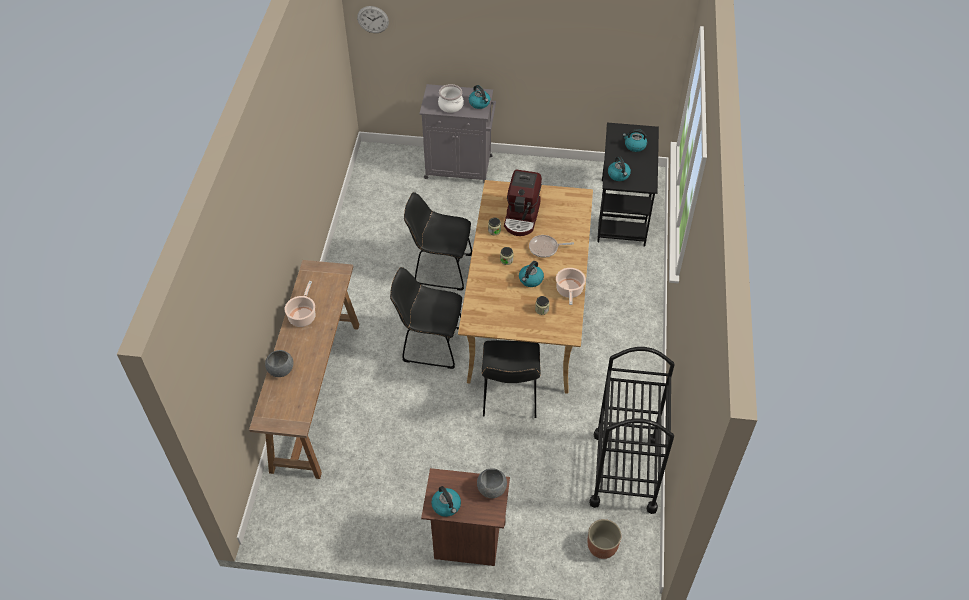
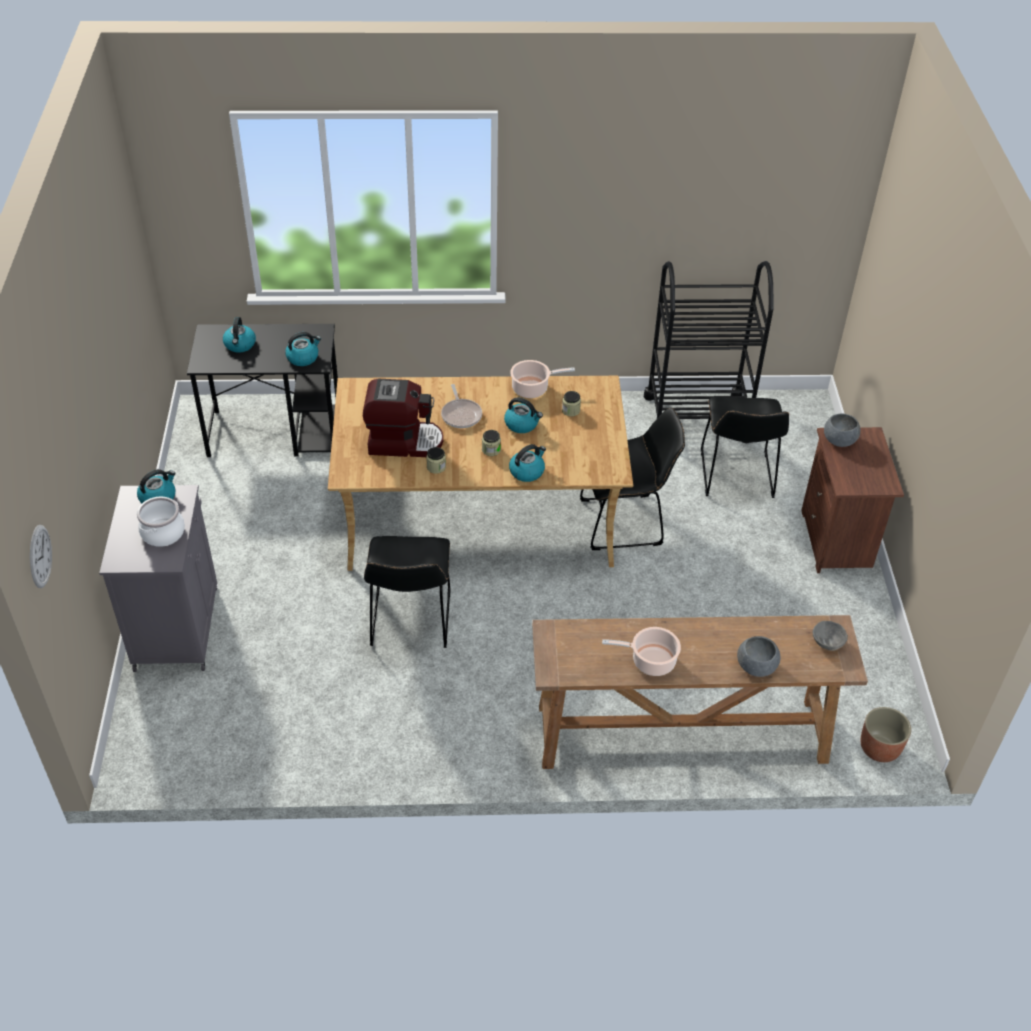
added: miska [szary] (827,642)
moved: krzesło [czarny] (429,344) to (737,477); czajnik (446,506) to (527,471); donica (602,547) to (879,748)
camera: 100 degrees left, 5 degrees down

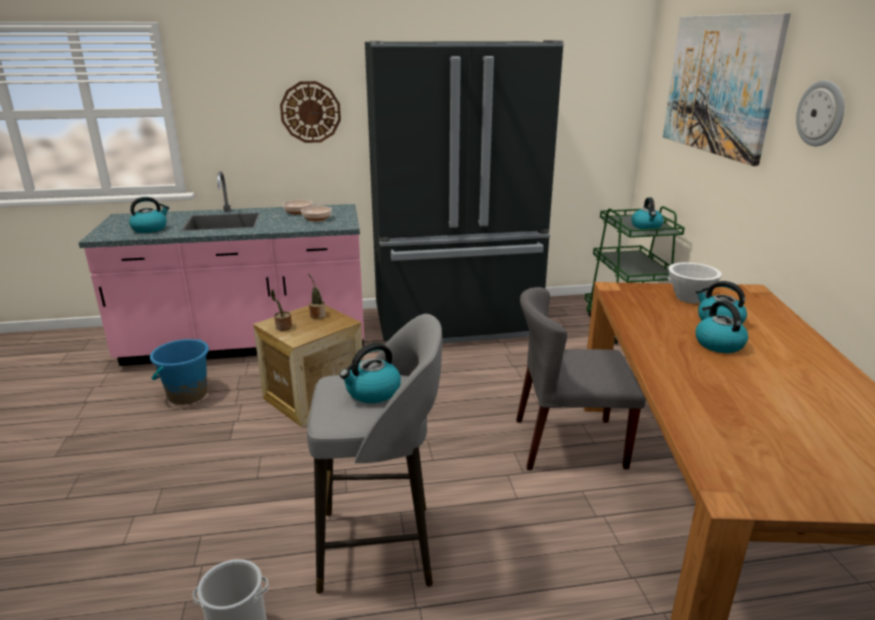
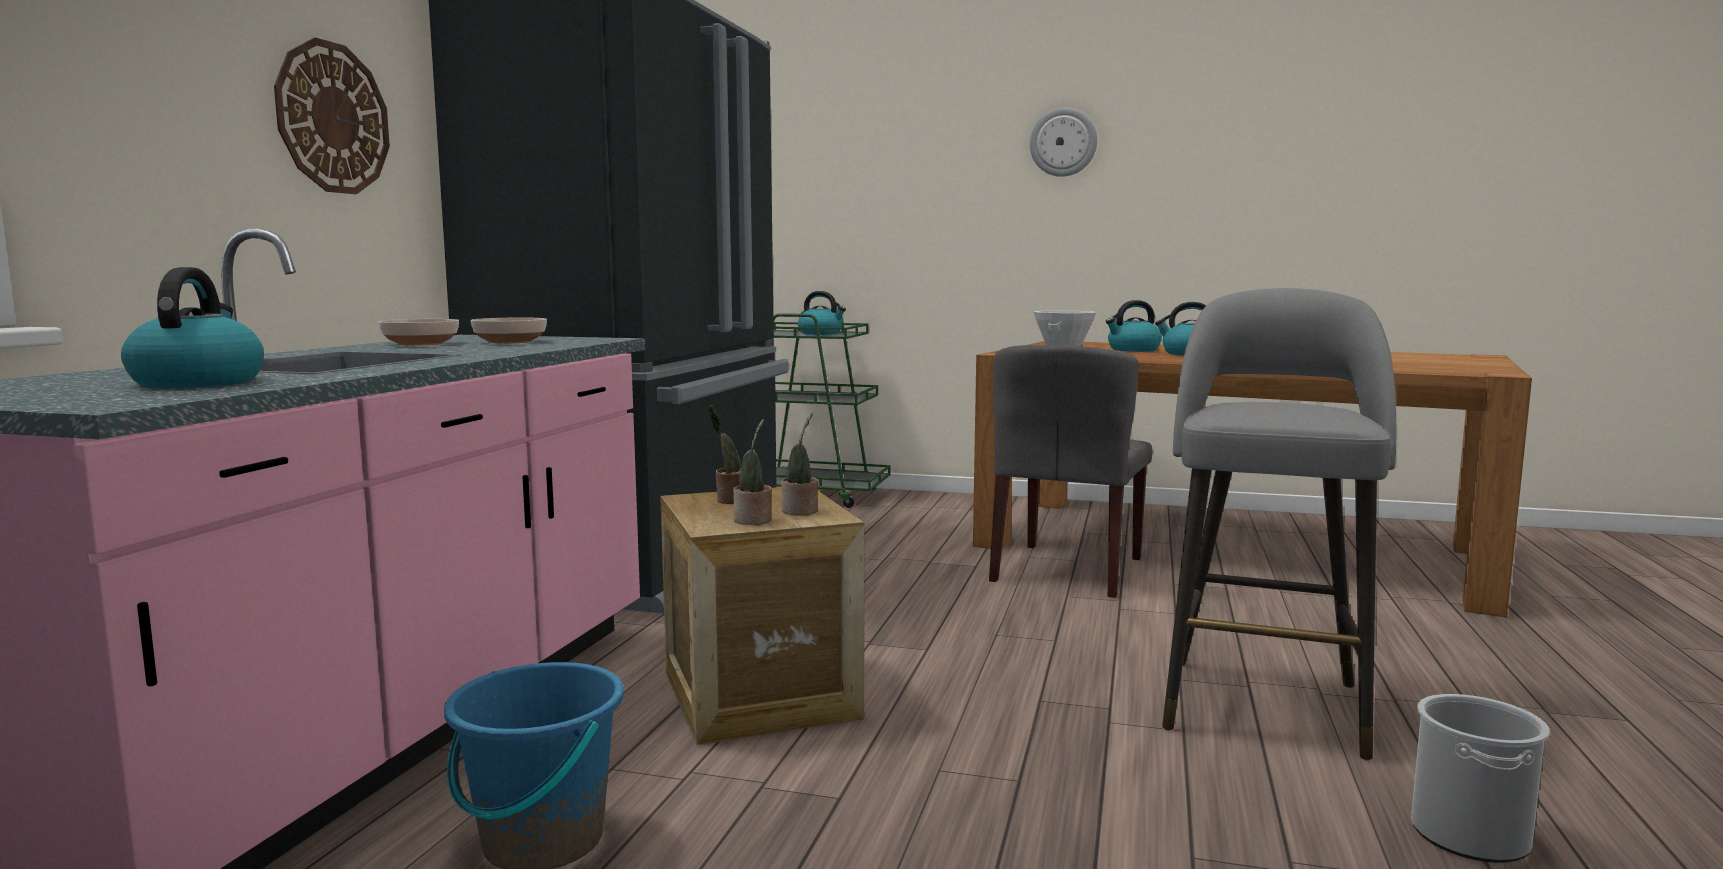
removed: czajnik (372,392); obraz (719,85)
added: roślina doniczkowa (801,511)
camera: 65 degrees left, 15 degrees down

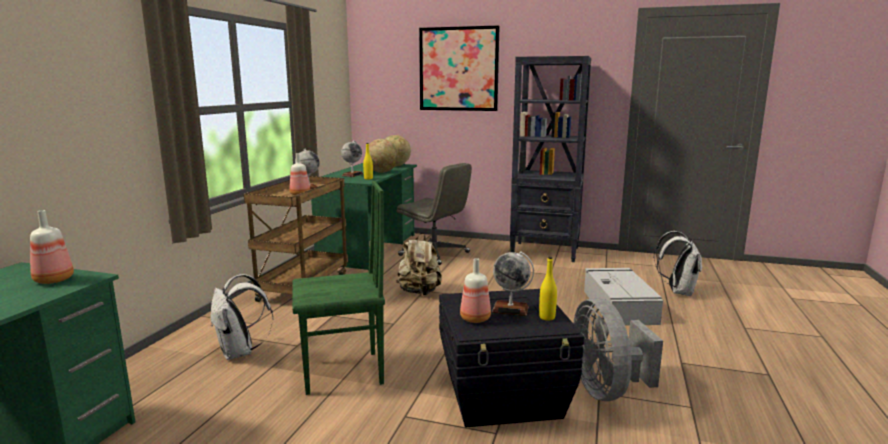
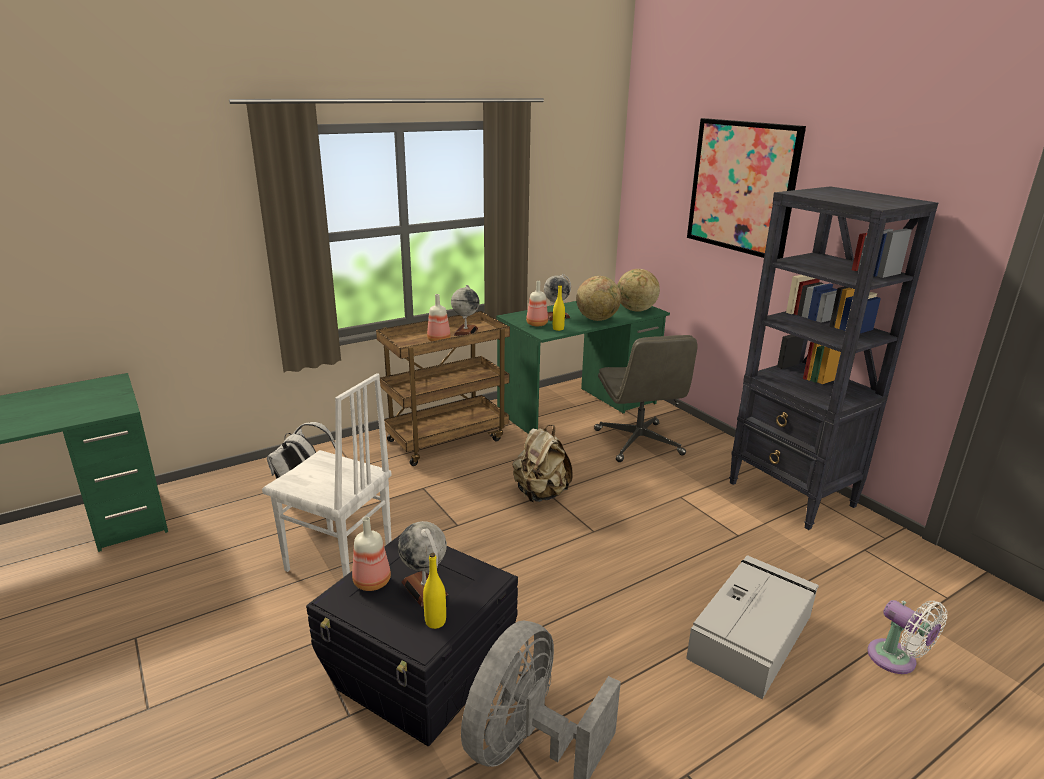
moved: butelka (54,280) to (537,324)
replaced: plecak [biały] (678,291) to wentylator [biały] (896,660)
recoloured: krzesło [zielony] (343,373) to krzesło [biały] (339,563)
camera: 40 degrees right, 10 degrees up

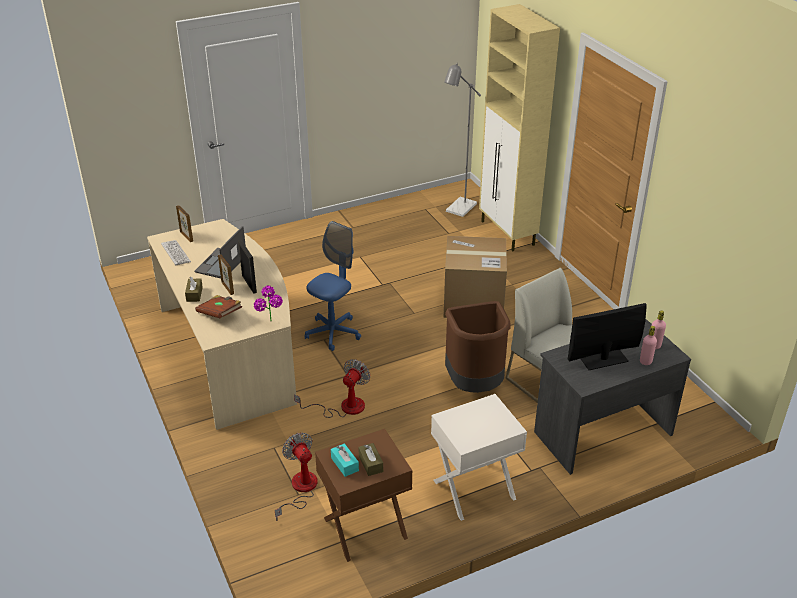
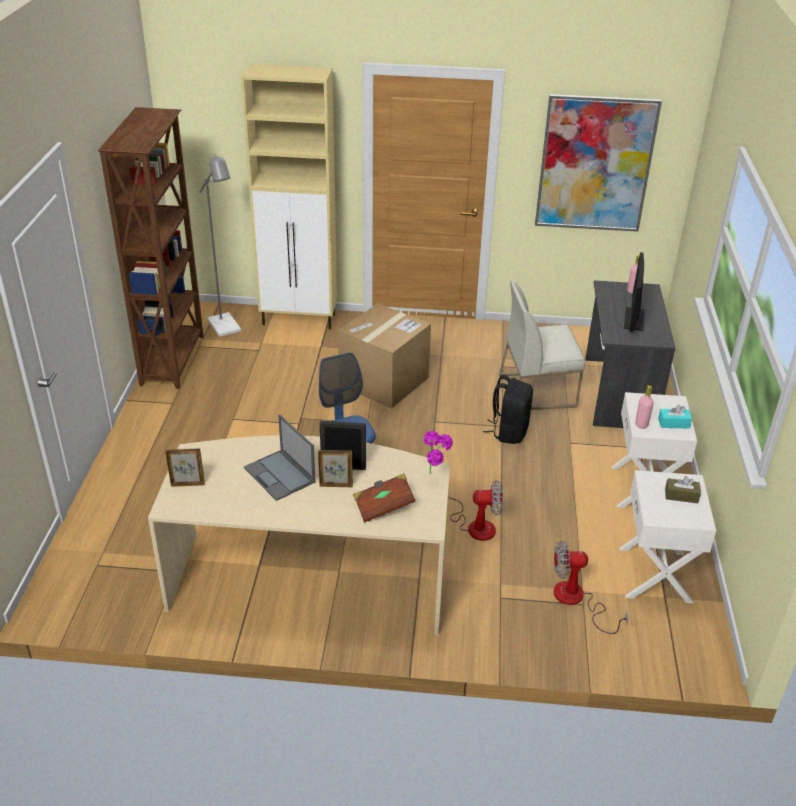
removed: klawiatura (176,253); pudełko chusteczek [brązowy] (194,294)
added: regał [brązowy] (174,360); obraz (595,164)
moved: pudełko chusteczek [turkusowy] (344,464) to (673,423); butelka [różowy] (645,361) to (641,425)
replaced: kosz na śmieci [brązowy] (475,386) to plecak [czarny] (508,432)
recoloured: szafka nocna [brązowy] (365,528) to szafka nocna [biały] (656,575)
turned: wentylator (343,407) = (474,524) 120 degrees clockwise
camera: 60 degrees left, 0 degrees up

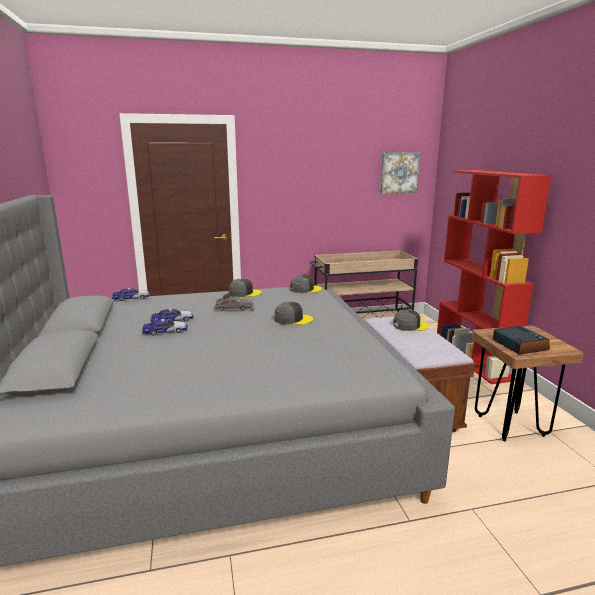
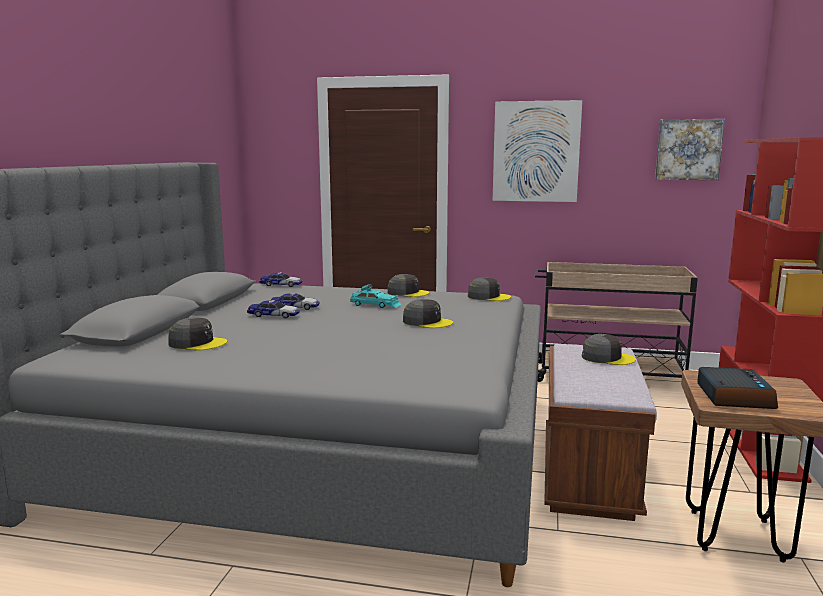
added: czapka z daszkiem [szary] (197,343); obraz (536,151)
recoloured: samochodzik [szary] (235,308) to samochodzik [turkusowy] (375,305)
camera: 25 degrees right, 5 degrees down

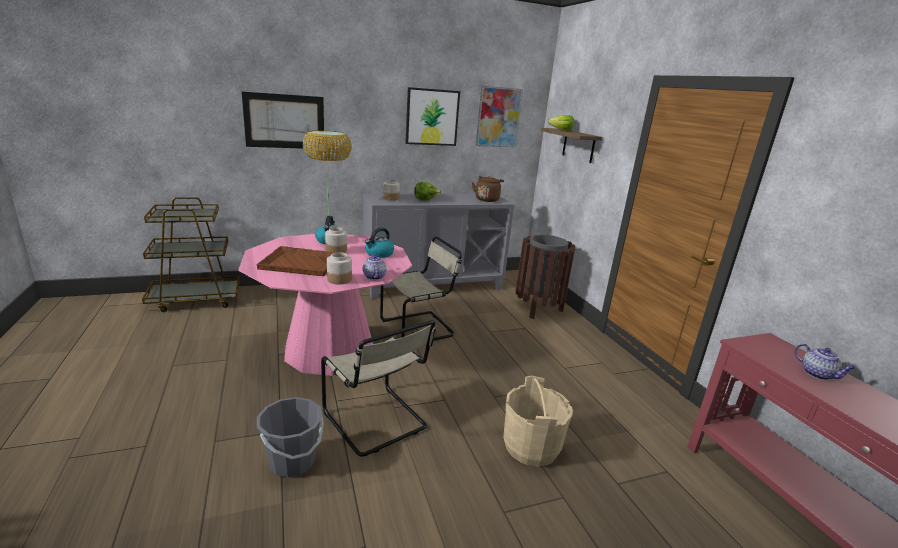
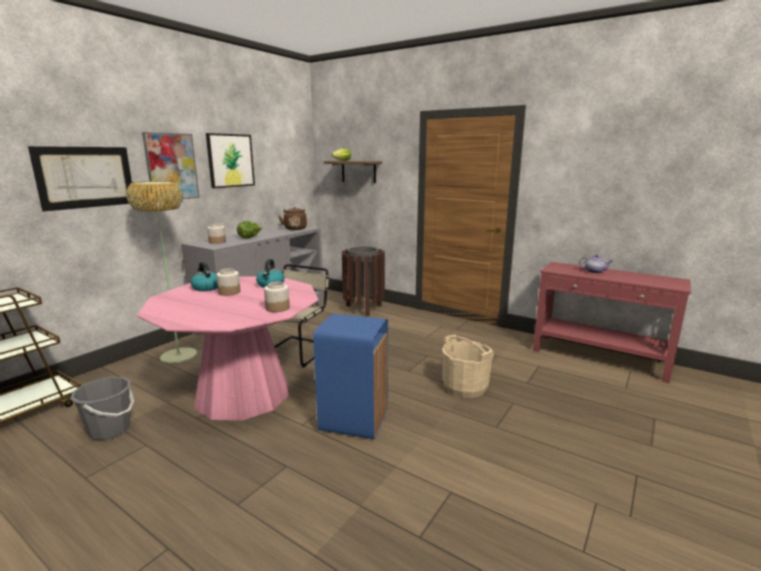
removed: taca [brązowy] (300,263); imbryk (374,276)
moved: wiadro [szary] (292,461) to (110,430); obraz (498,117) to (171,167)
replaced: krzesło [beżowy] (377,422) to kosz na śmieci [niebieski] (354,422)
camera: 35 degrees left, 5 degrees down

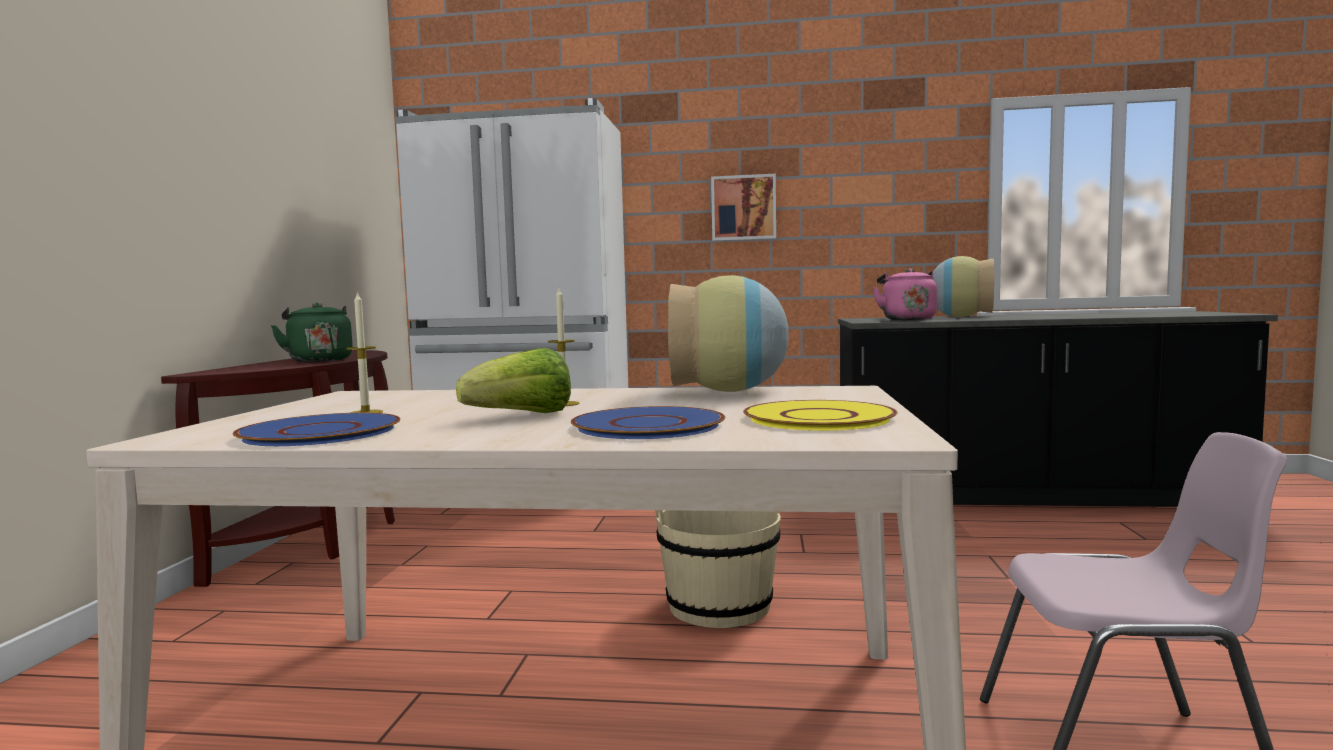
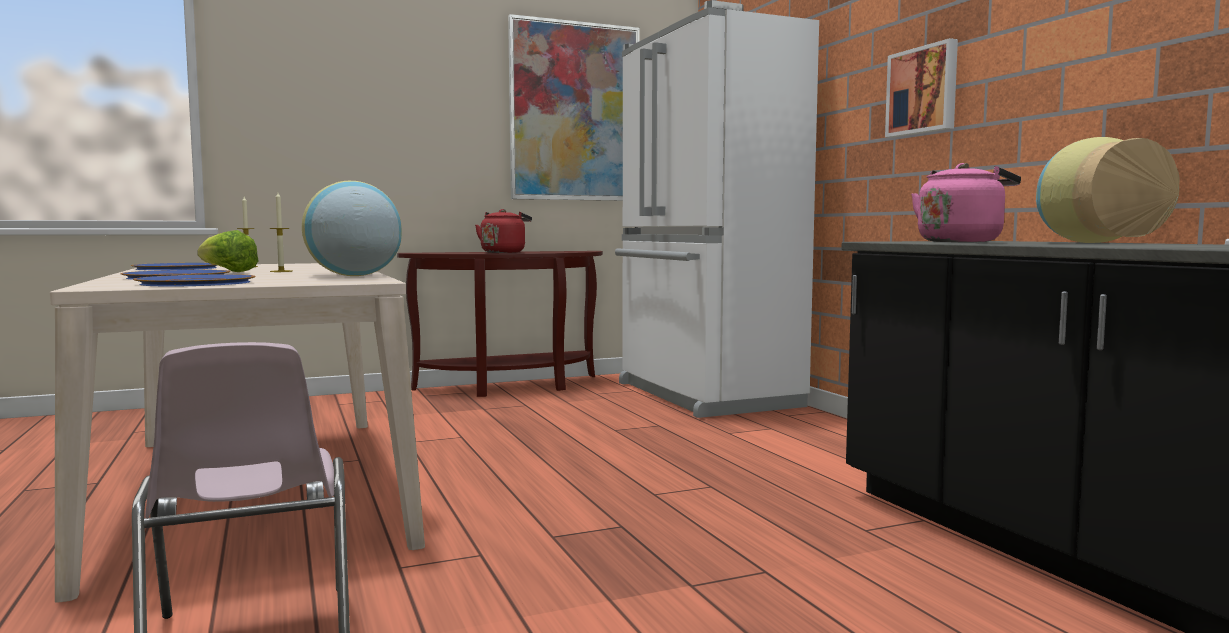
removed: wiadro [beżowy] (719,606)
added: obraz (575,112)
recoloured: czajnik [zielony] (319,360) to czajnik [czerwony] (504,252); talerz [żółty] (818,418) to talerz [niebieski] (195,283)
camera: 60 degrees right, 0 degrees up

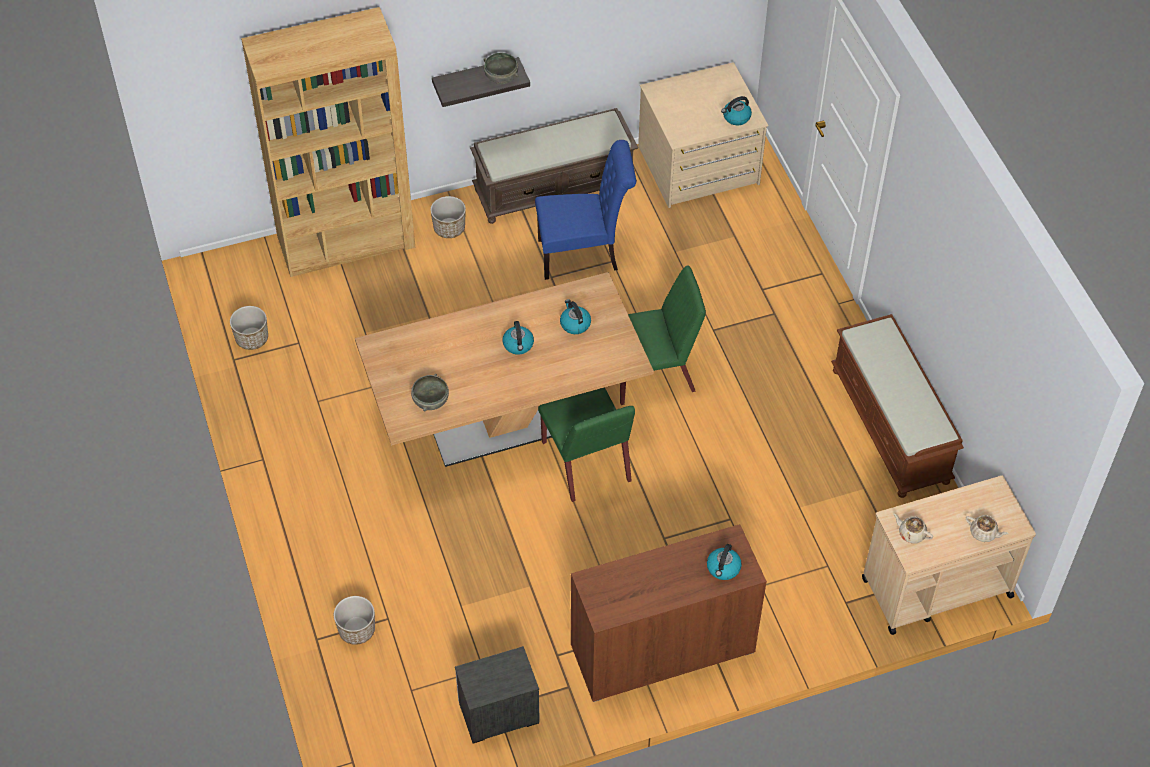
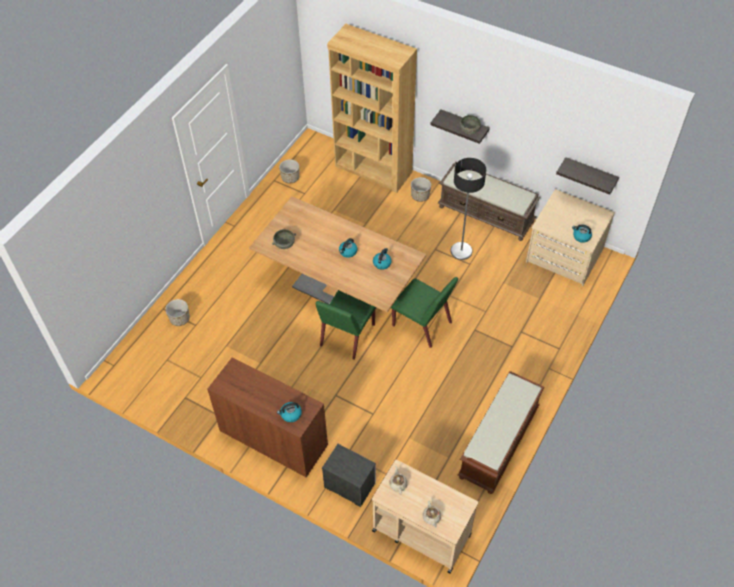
added: półka (590,174)
moved: szafka nocna (497,712) to (349,484)
replaced: krzesło [niebieski] (583,254) to lampa stojąca (461,251)
camera: 50 degrees right, 0 degrees up

